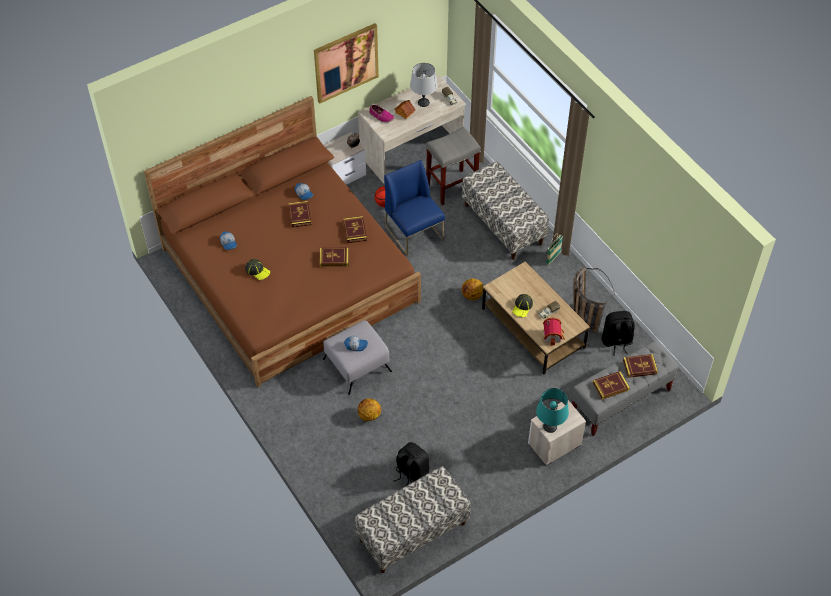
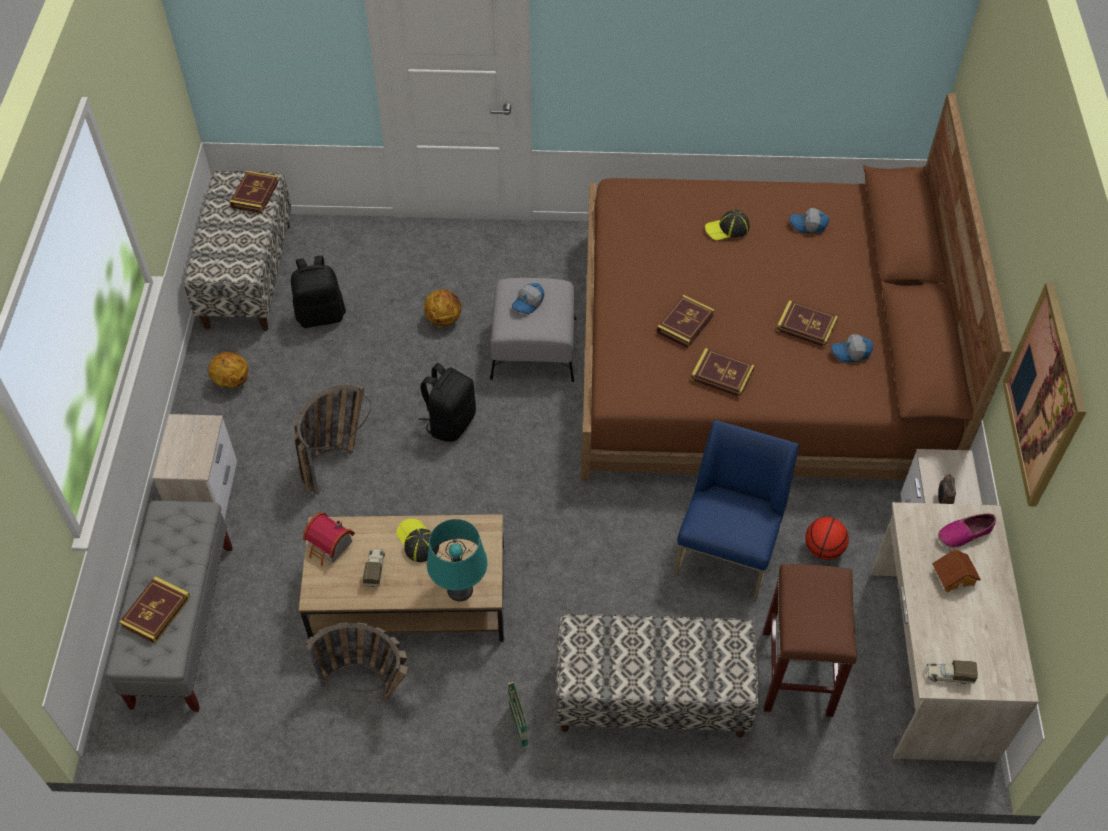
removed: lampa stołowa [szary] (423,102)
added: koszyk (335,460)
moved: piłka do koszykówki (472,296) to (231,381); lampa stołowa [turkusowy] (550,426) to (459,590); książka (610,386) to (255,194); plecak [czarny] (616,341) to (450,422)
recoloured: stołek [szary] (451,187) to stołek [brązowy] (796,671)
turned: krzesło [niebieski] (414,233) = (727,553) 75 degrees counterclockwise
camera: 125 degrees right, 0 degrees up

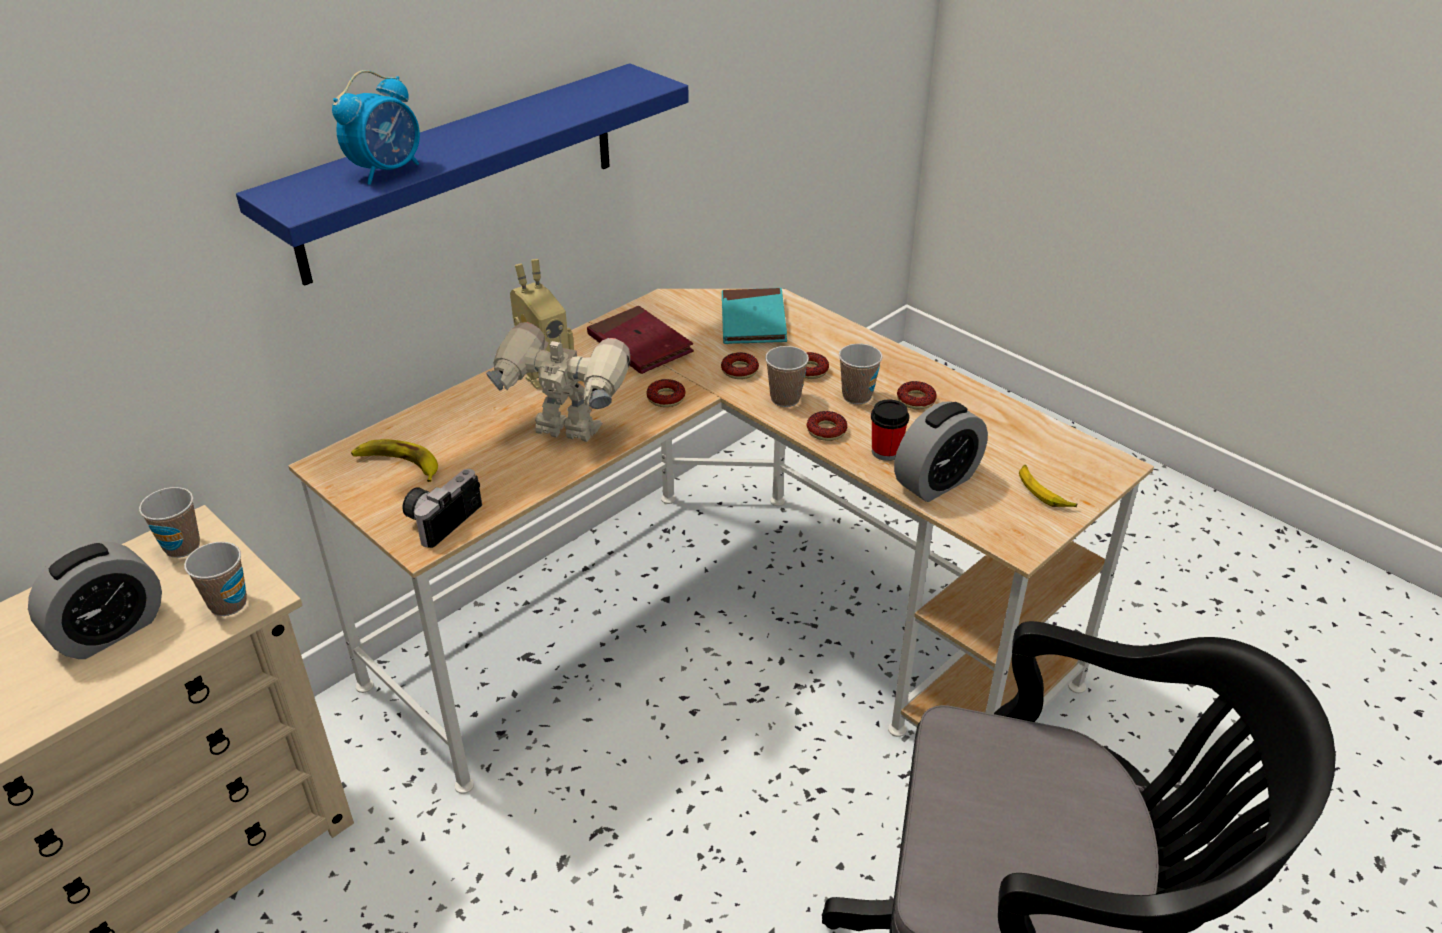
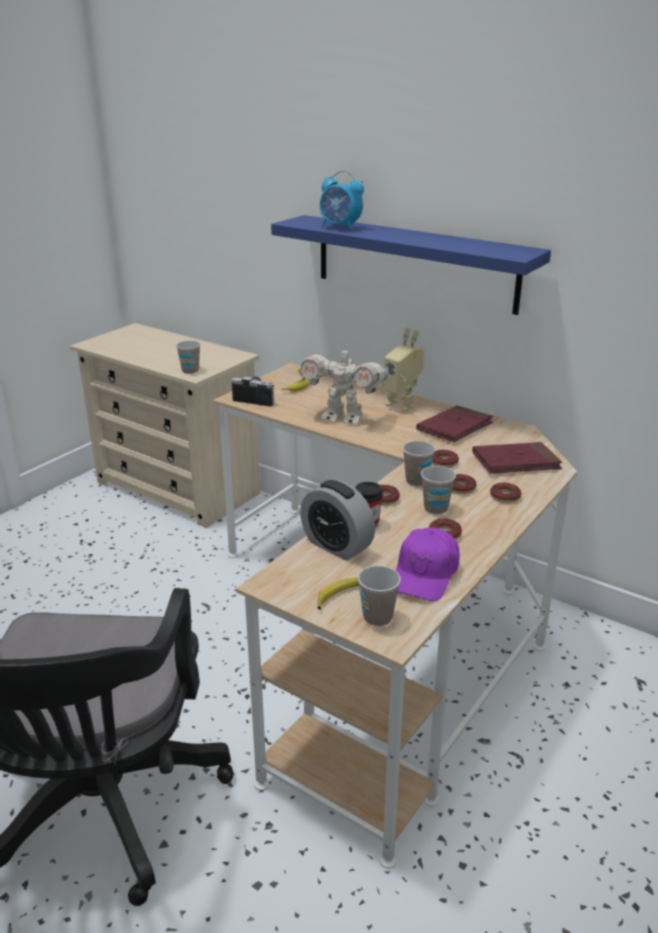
removed: budzik (110,631)
added: czapka z daszkiem [fioletowy] (425,574)
moved: filiżanka (182,547) to (377,617); donut (666,398) to (505,496)
recoloured: książka [turkusowy] (753,321) to książka [czerwony] (515,462)
turned: robot zabawkowy (566,433) = (343,418) 105 degrees clockwise
camera: 80 degrees right, 10 degrees down

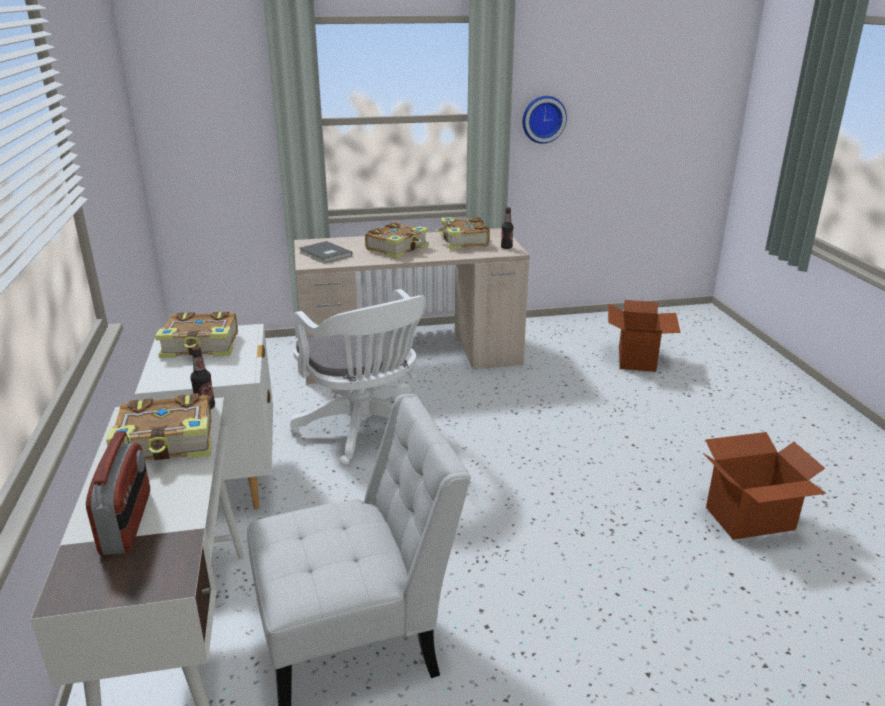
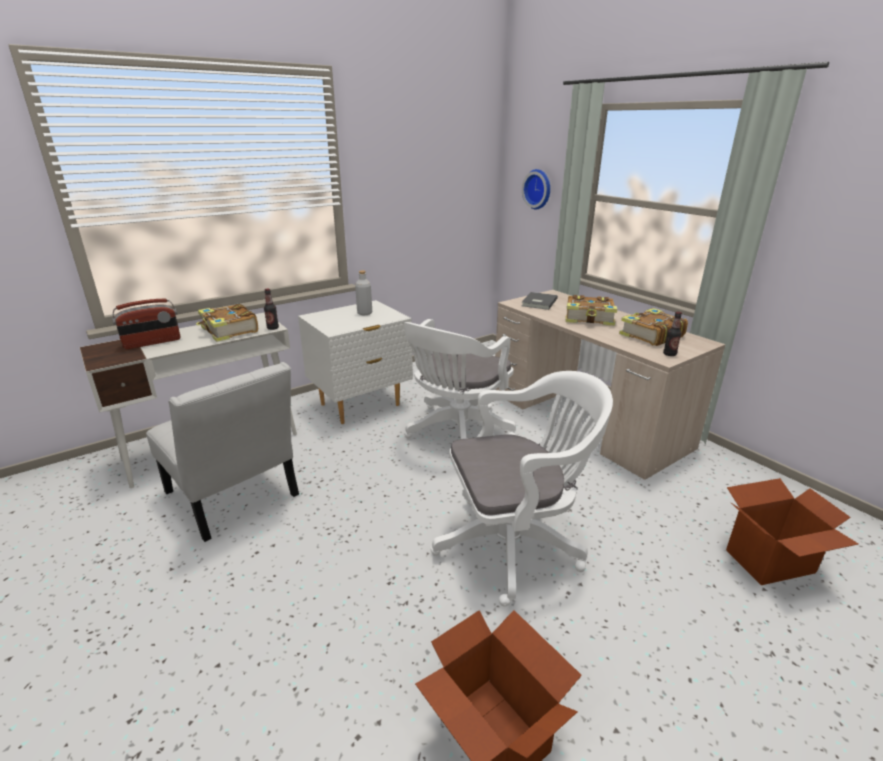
added: krzesło biurowe [biały] (515,544)
moved: zegar ścienny (543,119) to (538,189)
replaced: książka (202,346) to butelka [szary] (364,313)
camera: 65 degrees right, 0 degrees up

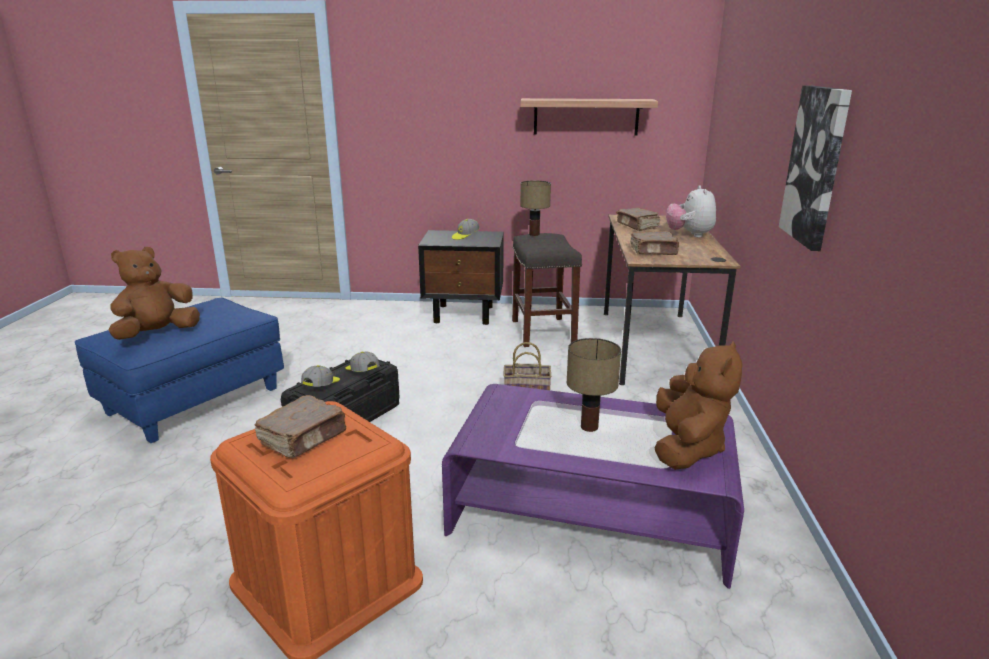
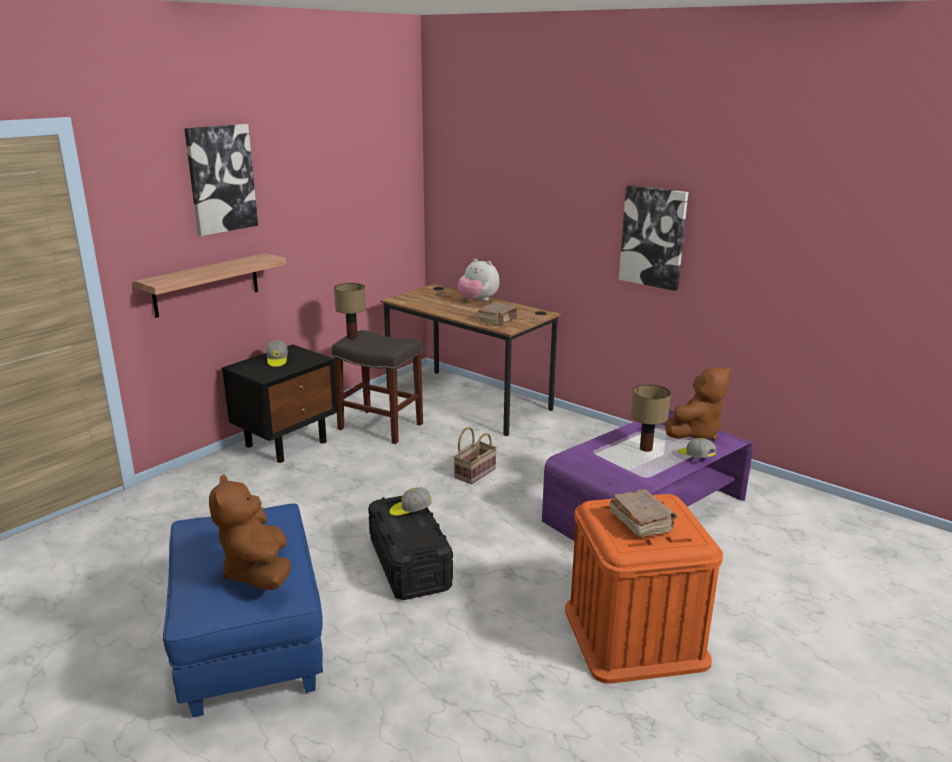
removed: książka [brązowy] (637,226)
added: obraz (221,179)
moved: czapka z daszkiem (322,386) to (695,457); półka (586,116) to (206,285)
turned: pluszak [brązowy] (687,447) = (695,433) 90 degrees clockwise
camera: 55 degrees left, 0 degrees up

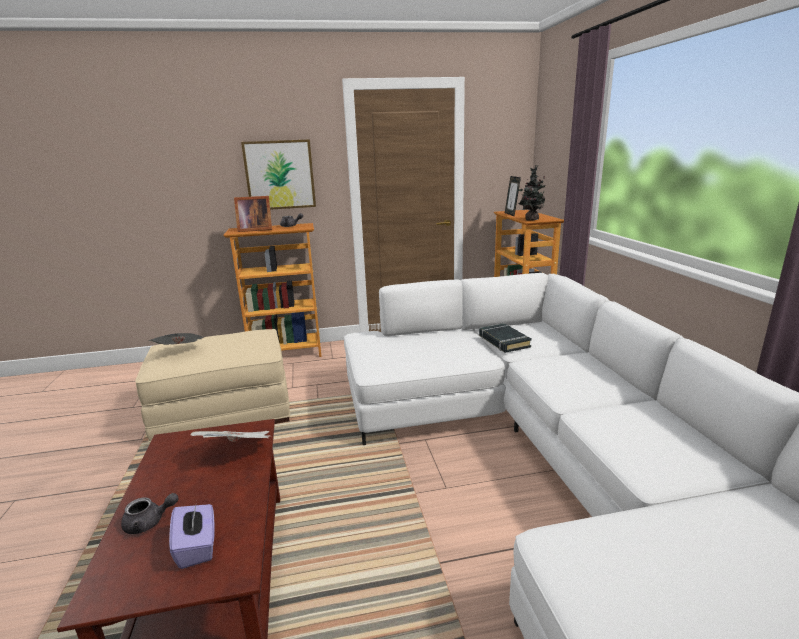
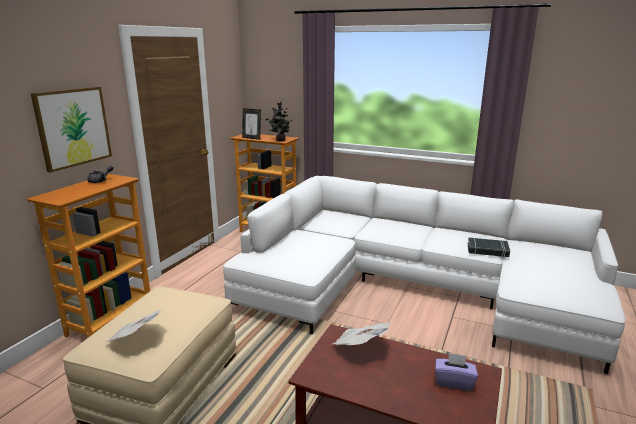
removed: imbryk [szary] (149,523); ramka na zdjęcie (254,230)
moved: książka [czarny] (503,341) to (487,250)
camera: 55 degrees left, 0 degrees up

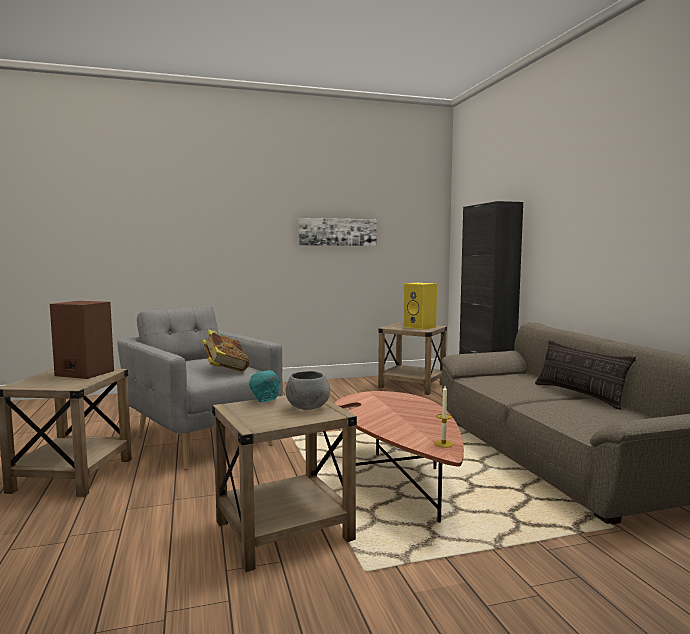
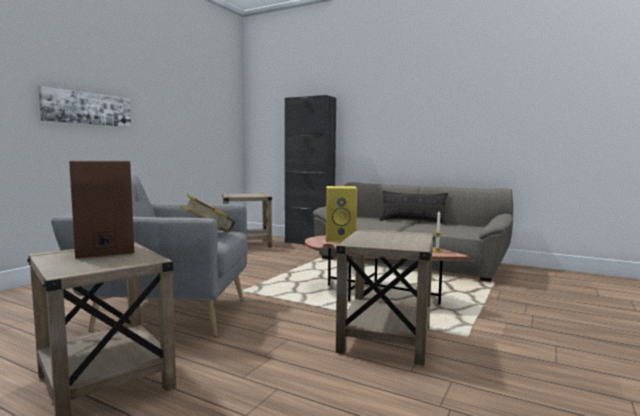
removed: miska [turkusowy] (265,401); miska [szary] (307,407)
moved: obraz (337,232) to (87,108); głośnik [żółty] (420,327) to (341,238)
camera: 45 degrees left, 0 degrees up

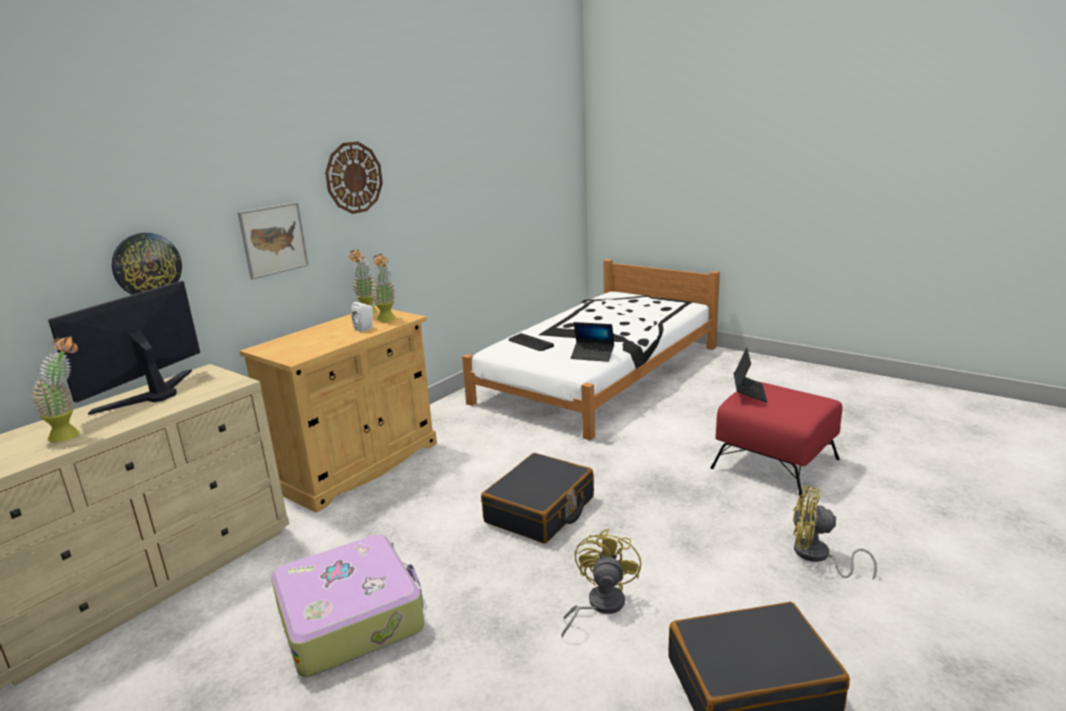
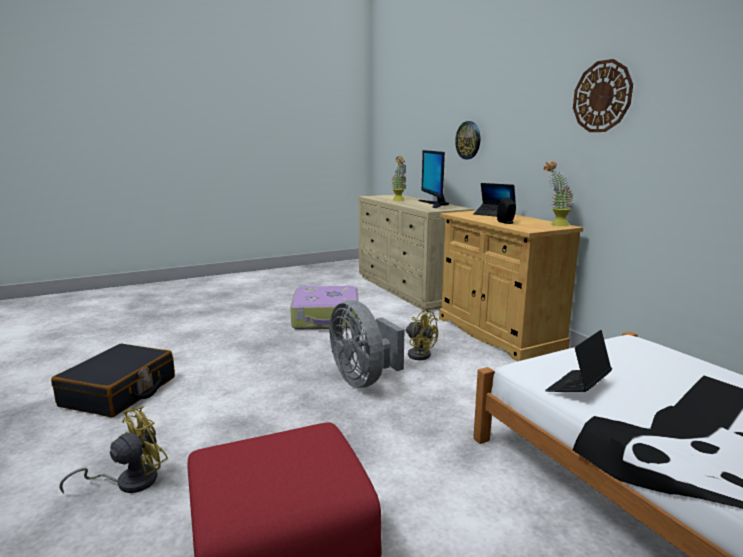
removed: obraz (273,240); roślina doniczkowa (387,320); klawiatura (530,343)
moved: wentylator [żółty] (599,605) to (418,353); laptop (749,392) to (494,214)
replaced: walizka [czarny] (540,510) to wentylator [szary] (363,379)
recoloured: głośnik [biały] (366,328) to głośnik [czarny] (507,222)
turned: monitor (151,394) = (434,204) 150 degrees counterclockwise
camera: 115 degrees right, 5 degrees down

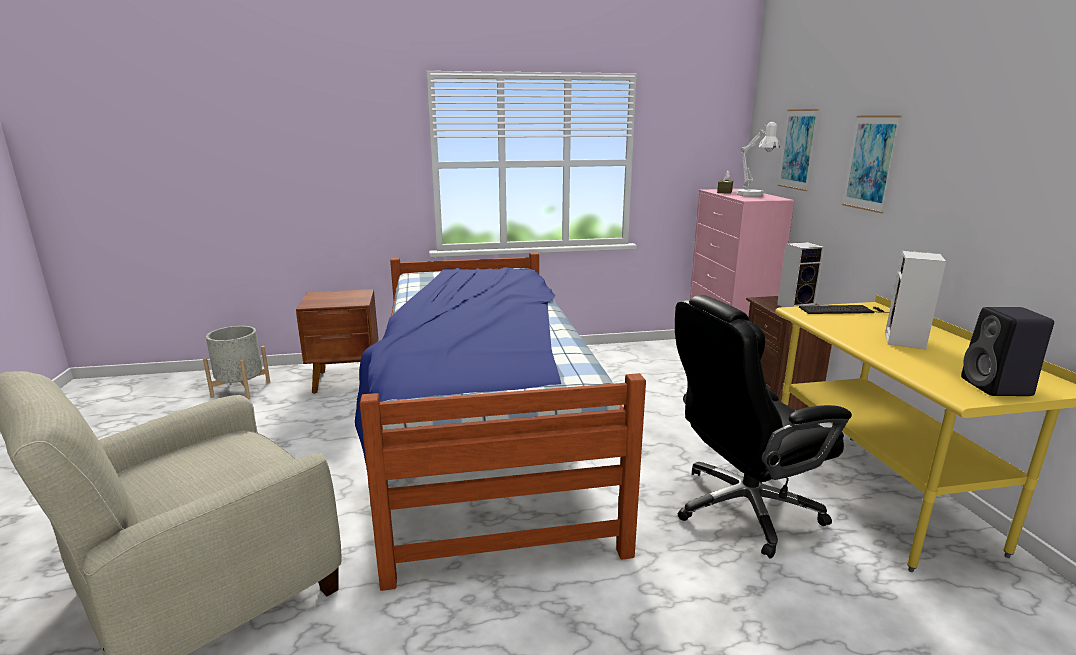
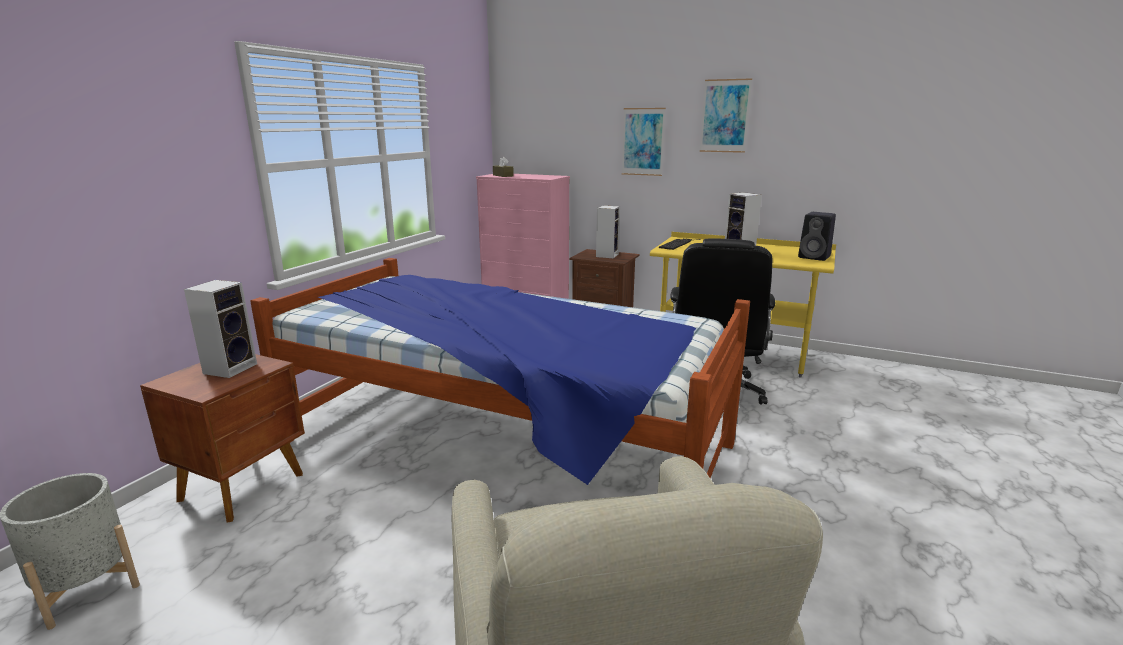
removed: lampa stołowa [biały] (753,195)
added: głośnik (231,368)
moved: obraz (798,149) to (725,116)
camera: 55 degrees left, 0 degrees up

